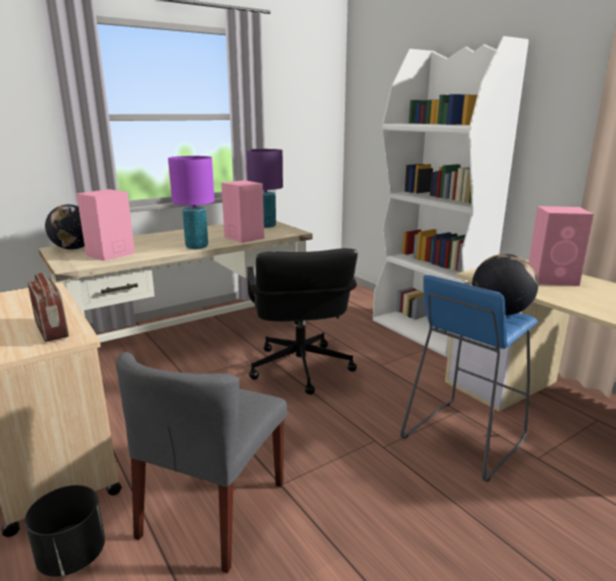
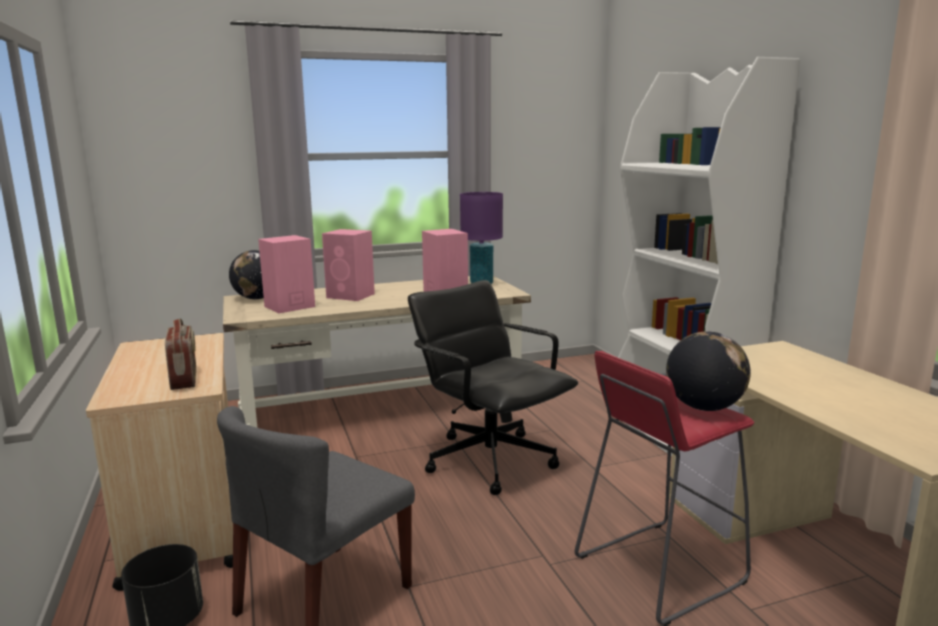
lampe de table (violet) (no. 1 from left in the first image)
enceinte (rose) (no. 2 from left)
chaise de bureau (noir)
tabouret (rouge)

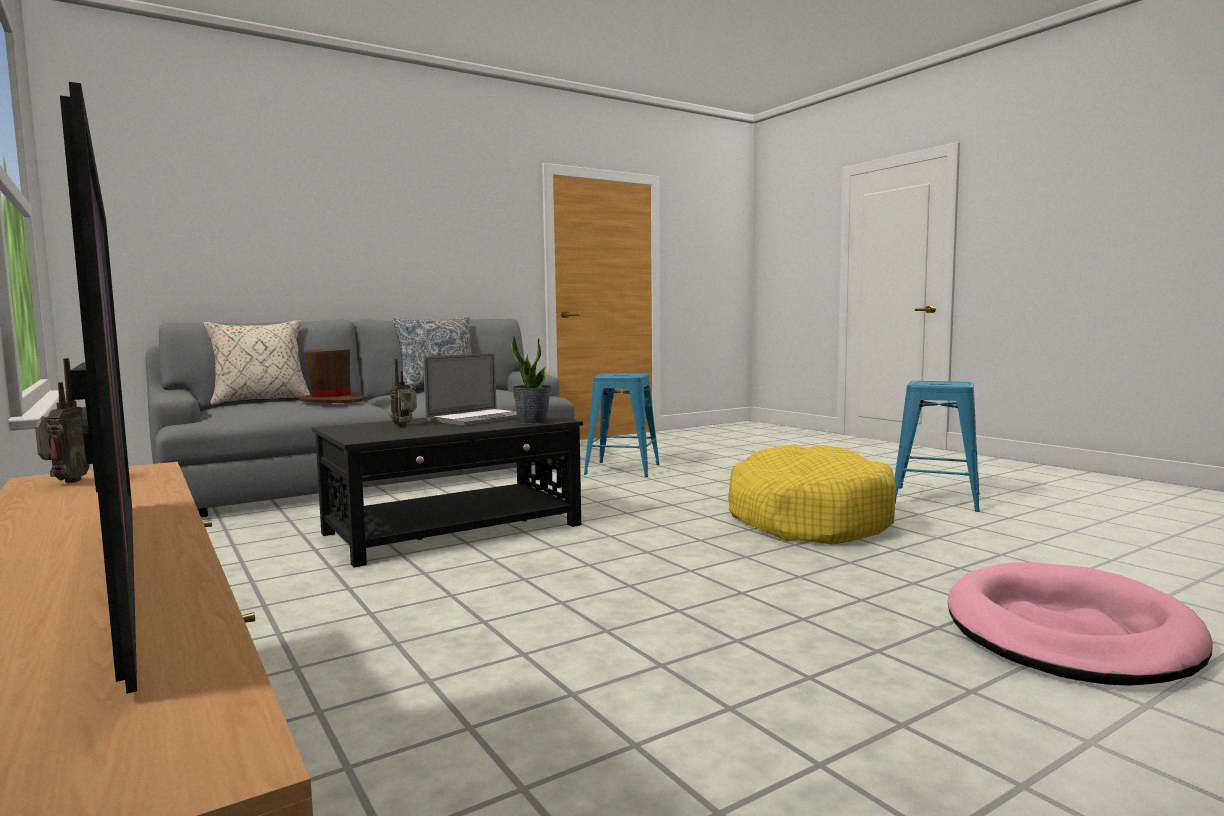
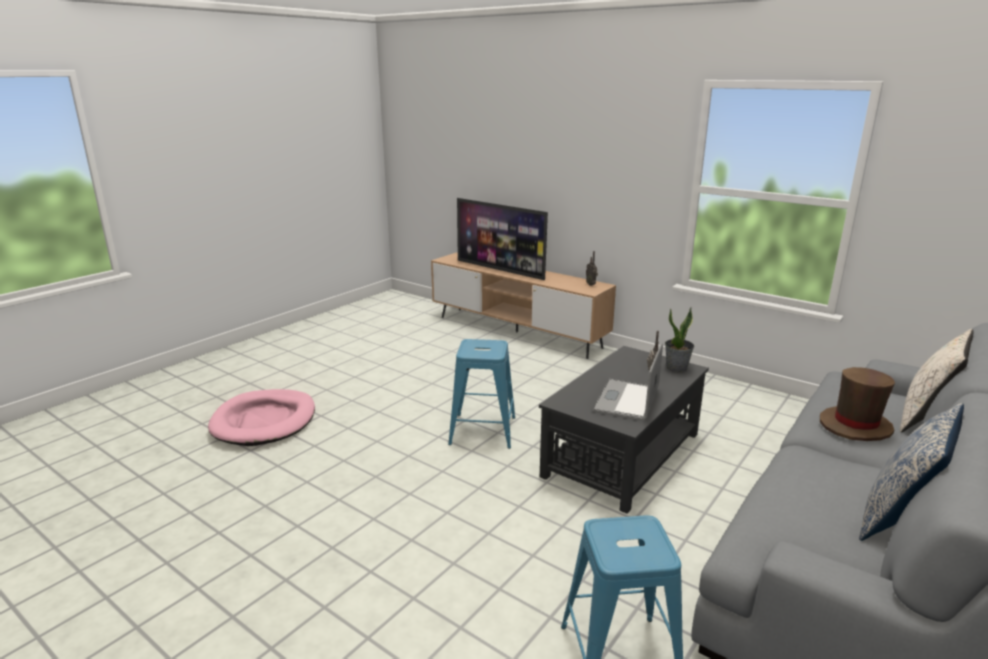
plante en pot
tabouret (bleu) (no. 1 from left)
panier pour chien (jaune)

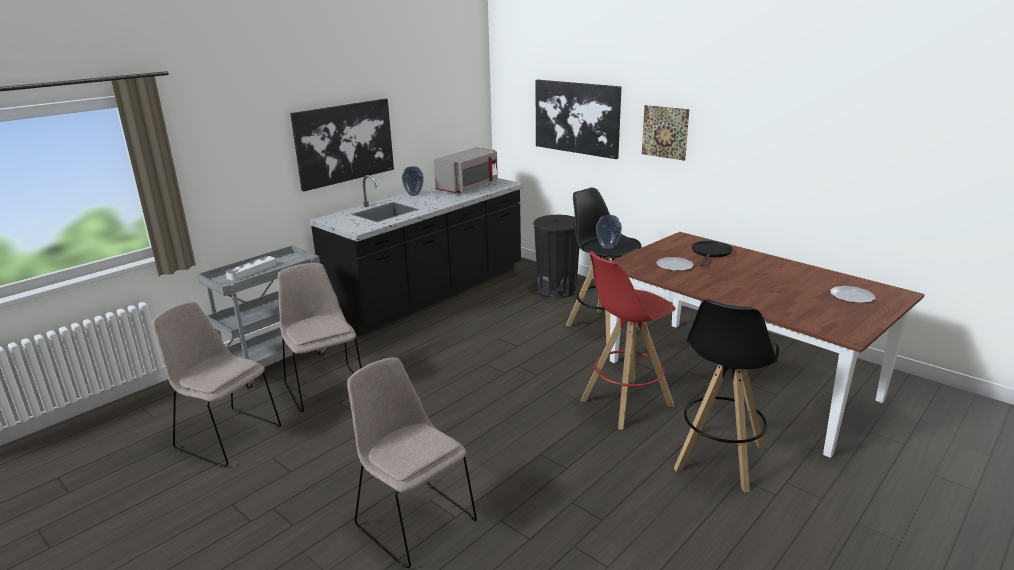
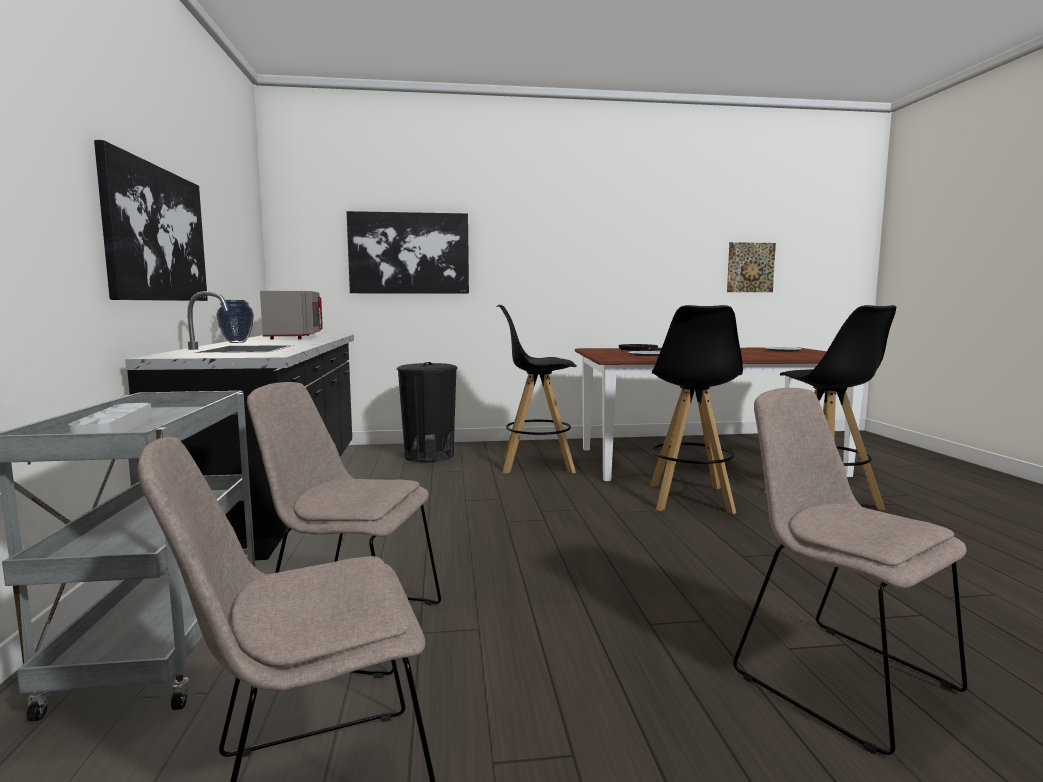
tableau (no. 3 from left)
vase (no. 2 from left in the first image)
tabouret (noir) (no. 2 from left)
chaise (beige) (no. 3 from left)

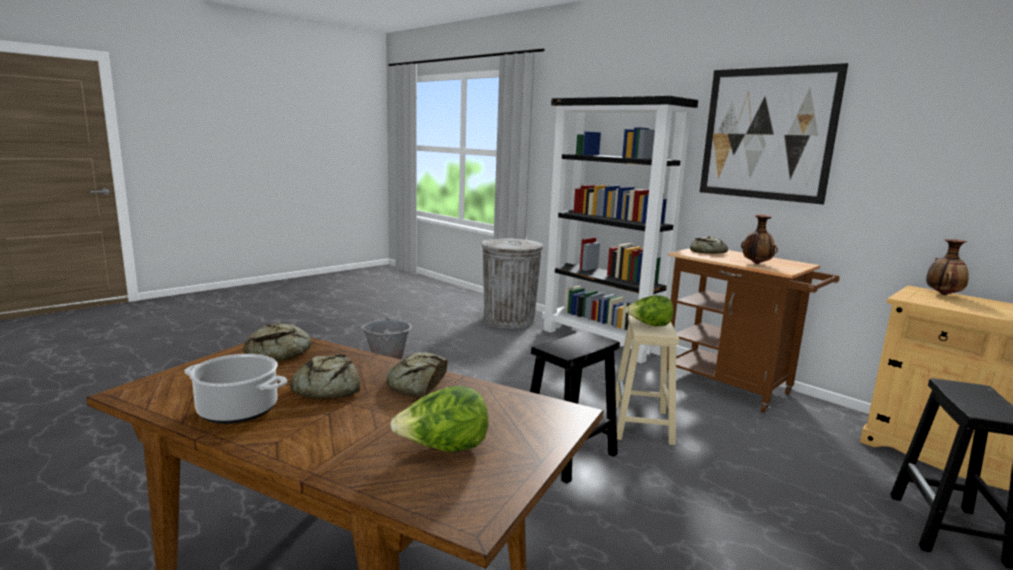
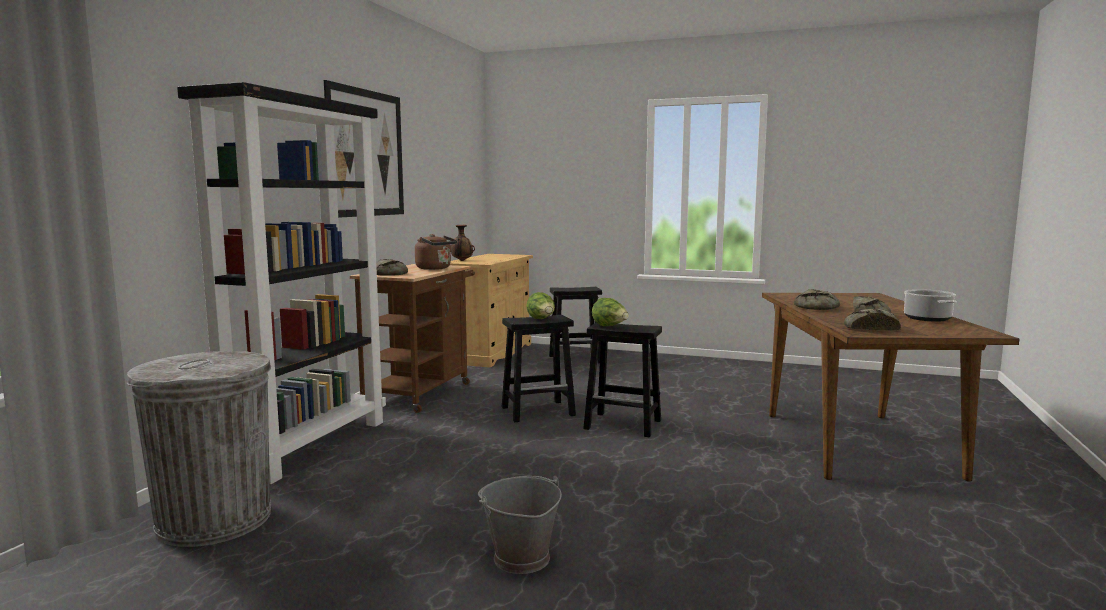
bouilloire (marron)
tabouret (noir) (no. 1 from left)
laitue (no. 2 from left)

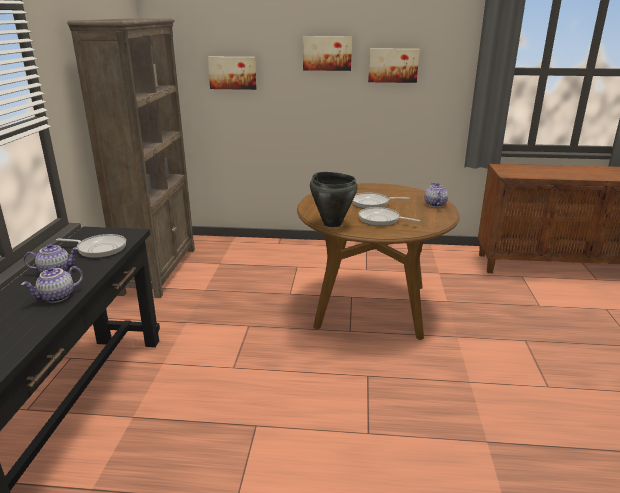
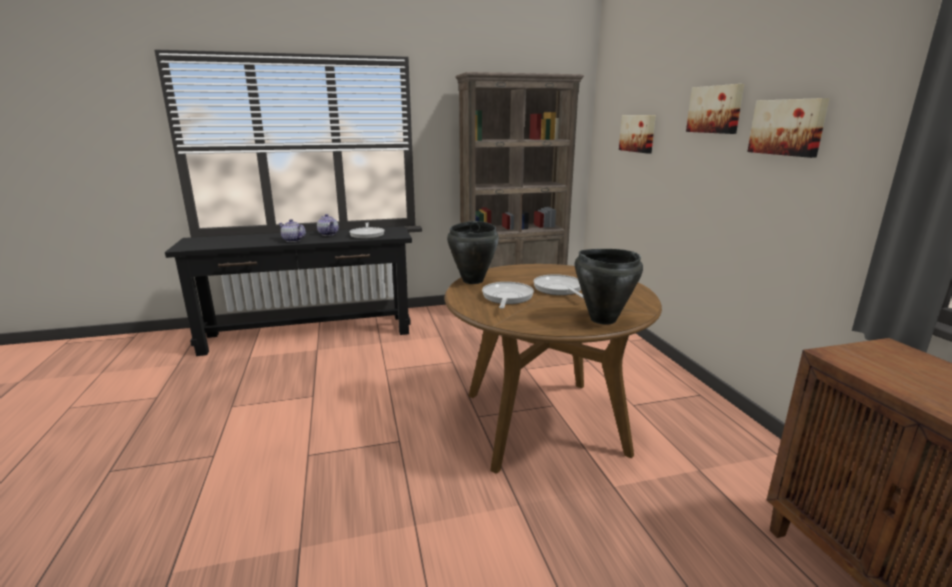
marmite (noir) (no. 2 from left)

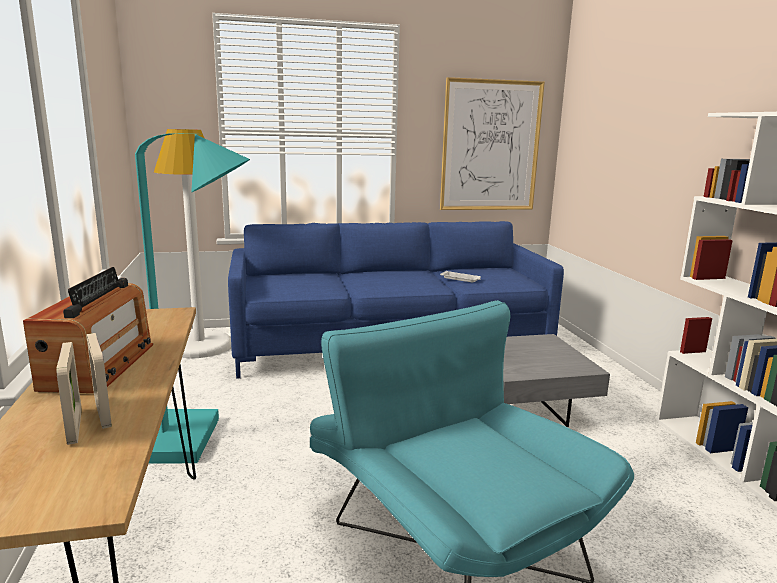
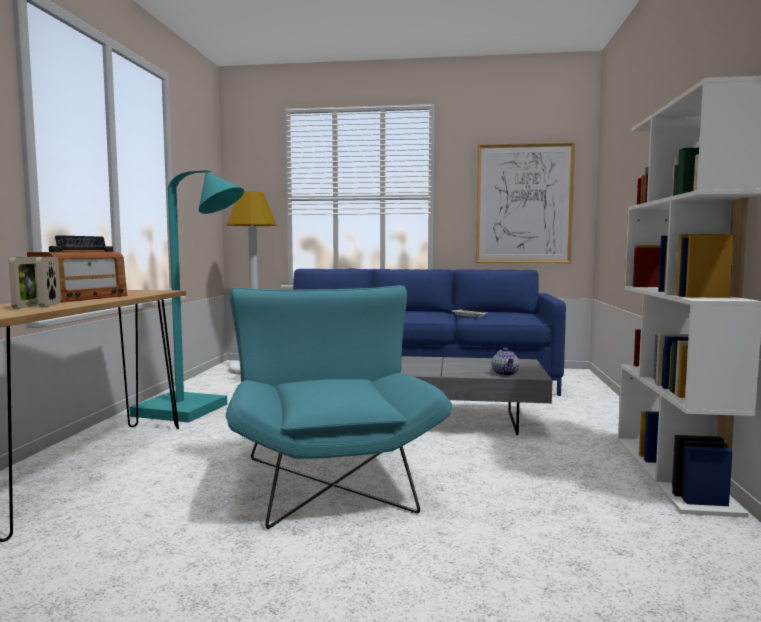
théière

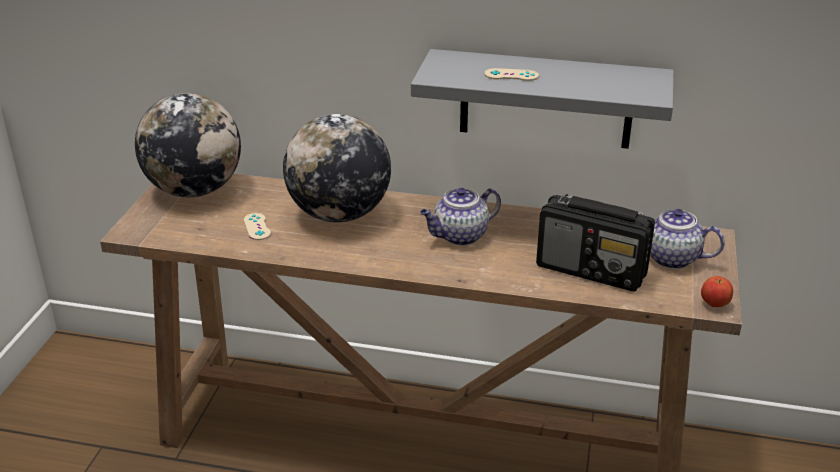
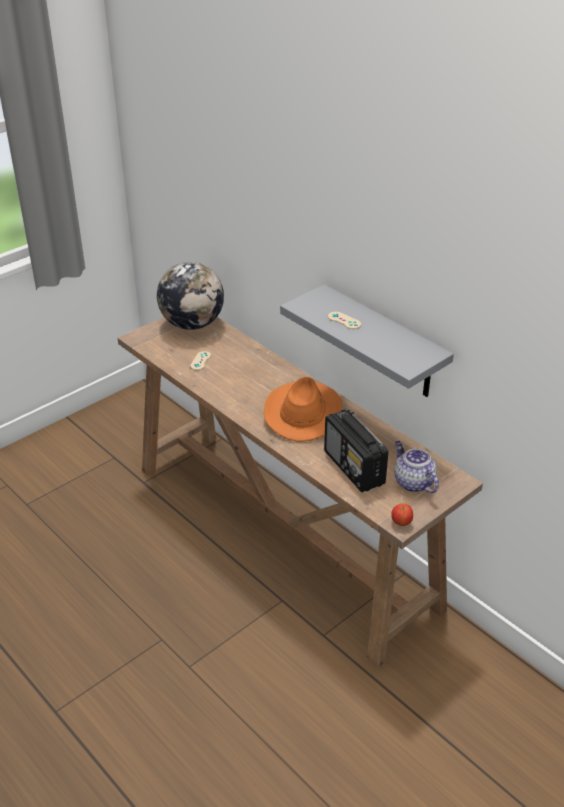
globe (no. 2 from left in the first image)
chapeau (orange)

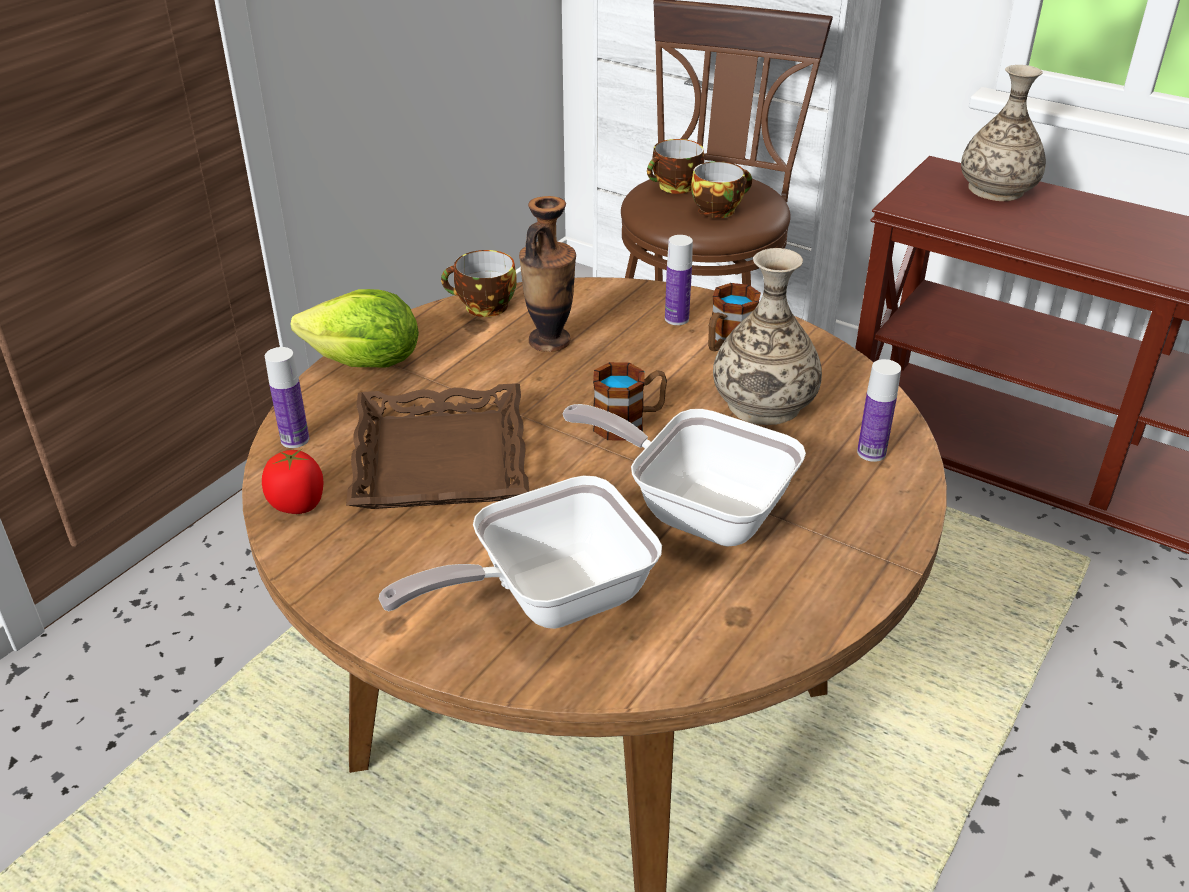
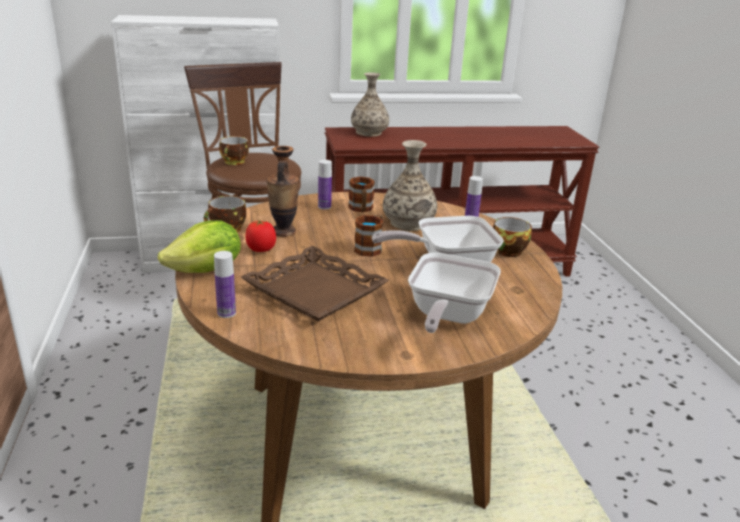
tasse (no. 3 from left)
tomate

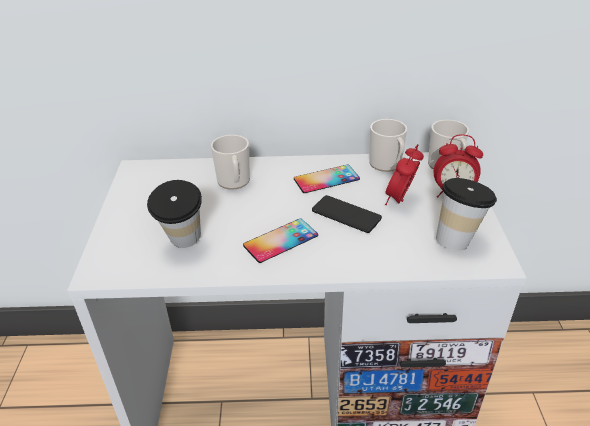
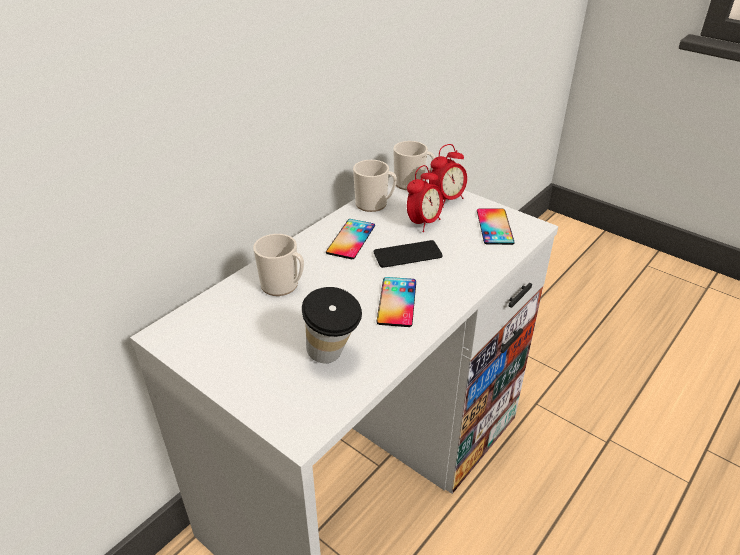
réveil (no. 1 from left)
téléphone (no. 4 from left)

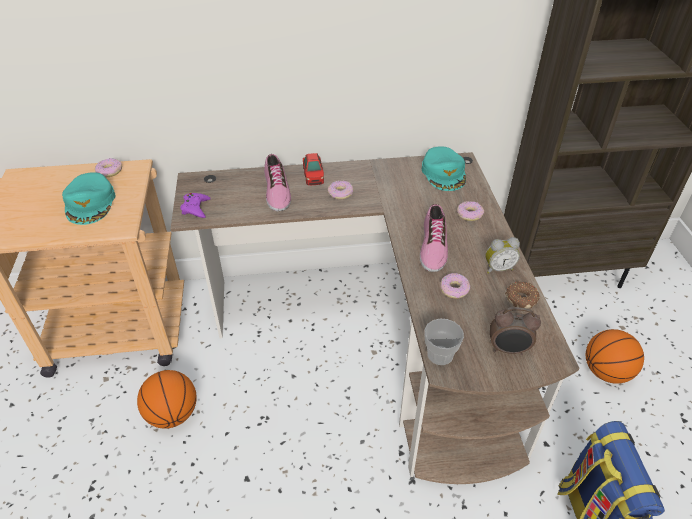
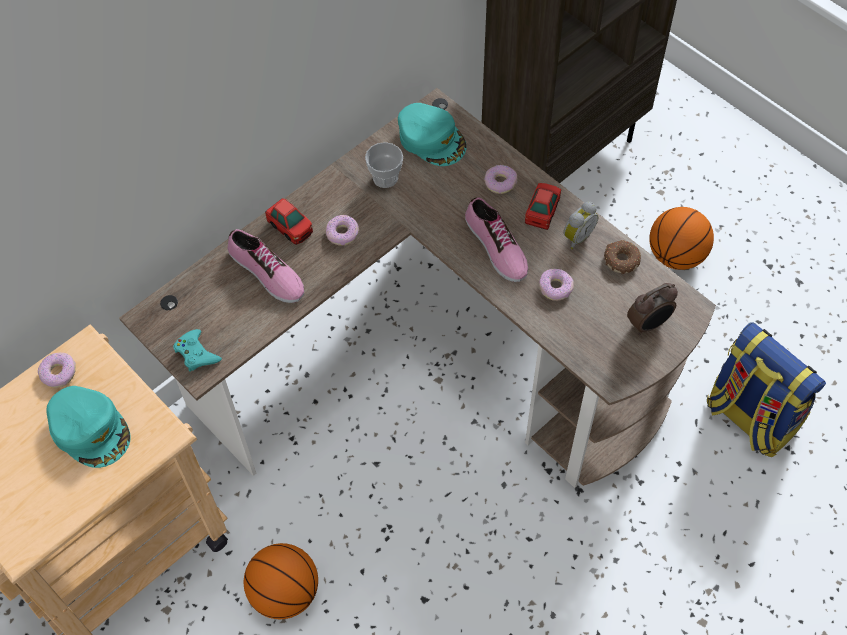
manette (turquoise)
tasse
petite voiture (no. 2 from left)

